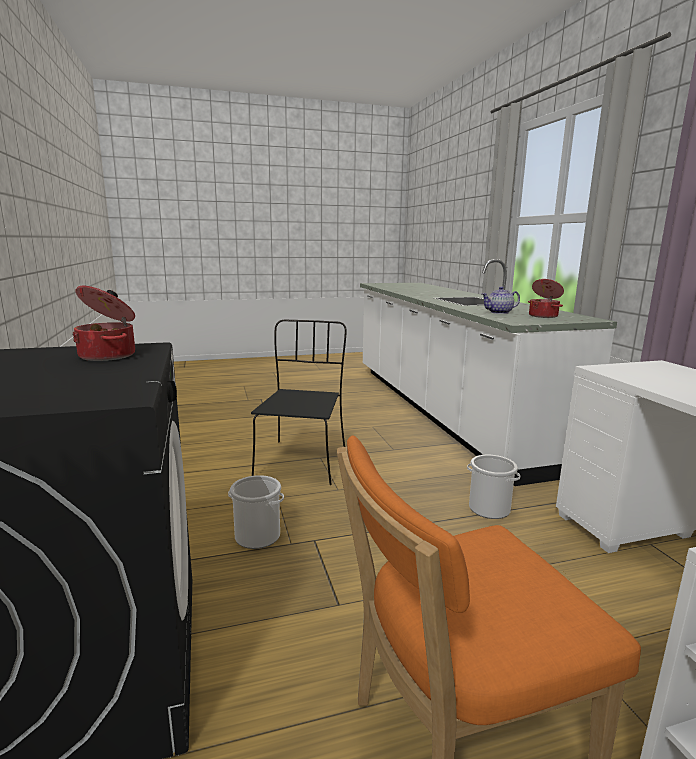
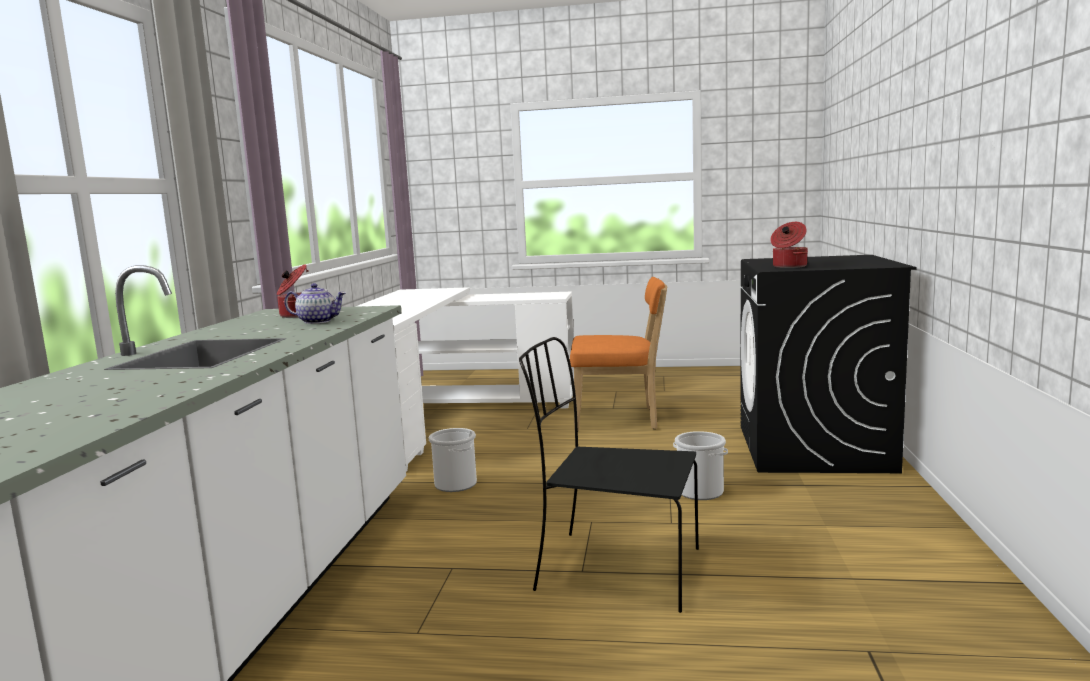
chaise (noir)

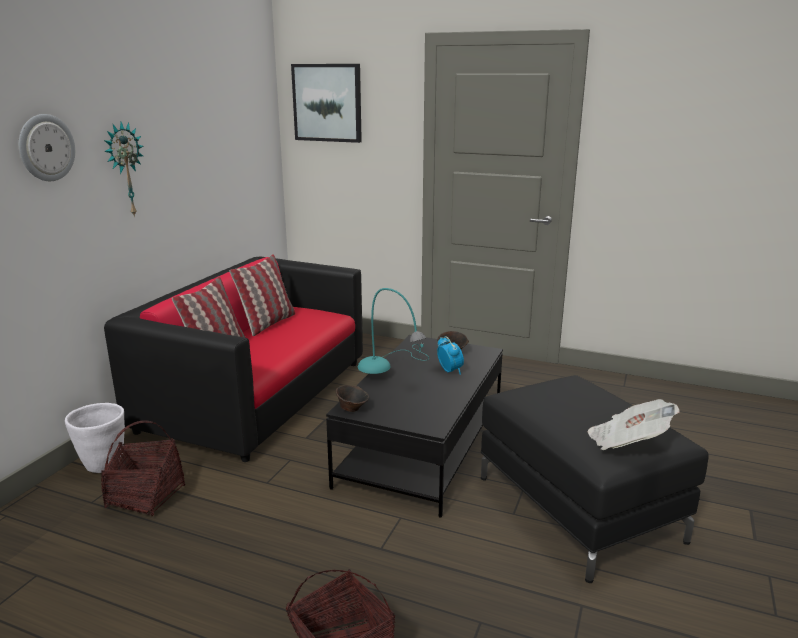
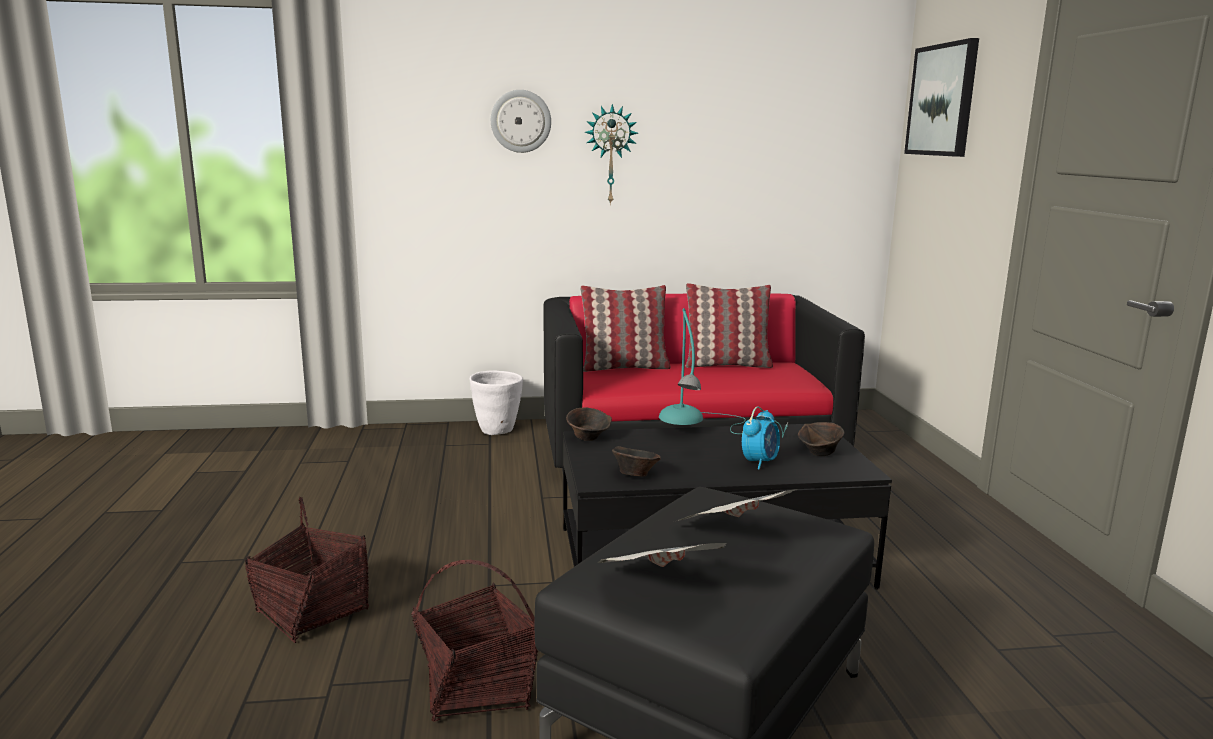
panier (no. 2 from left)
bol (marron) (no. 2 from left)
journal (no. 2 from left)

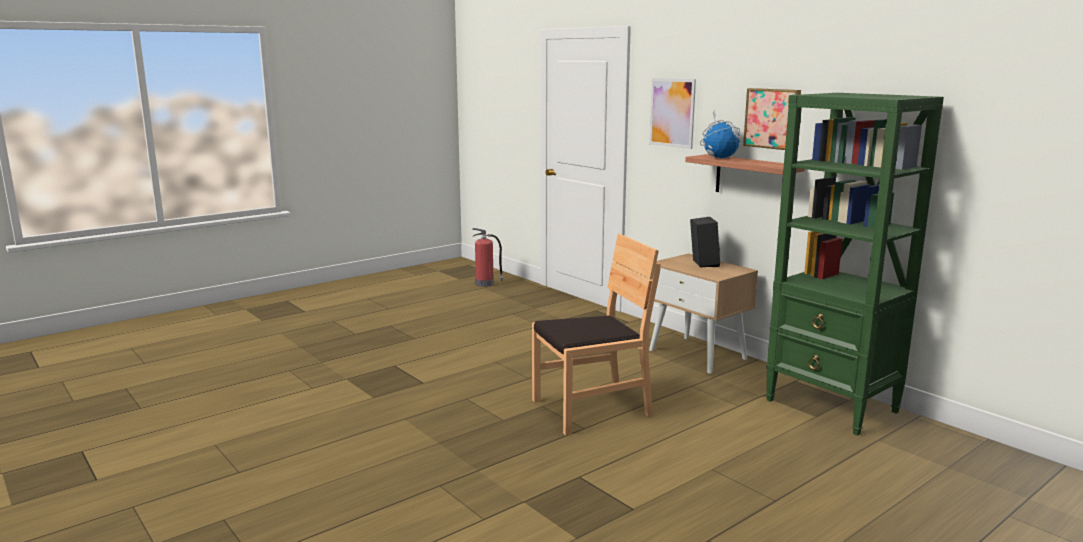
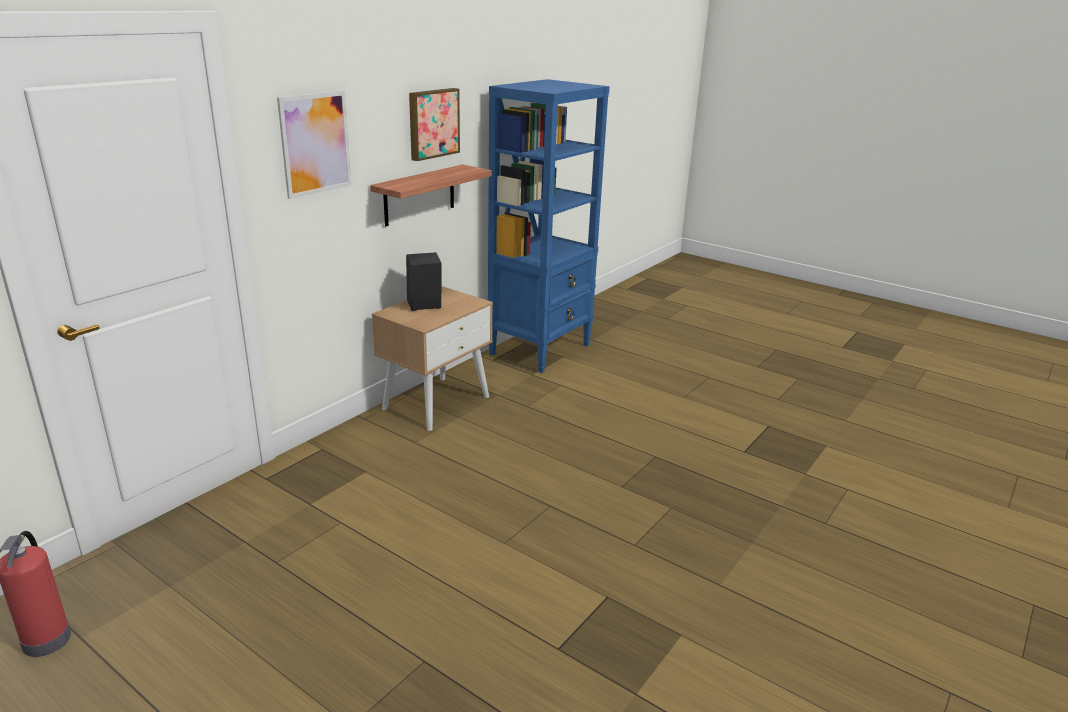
bibliothèque (bleu)
globe
chaise (marron)

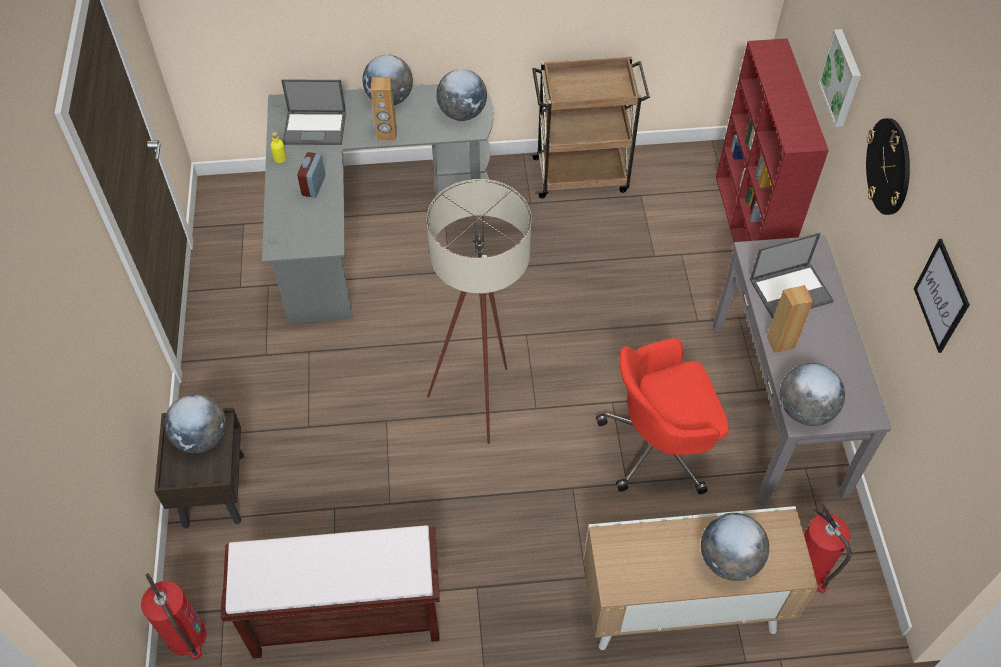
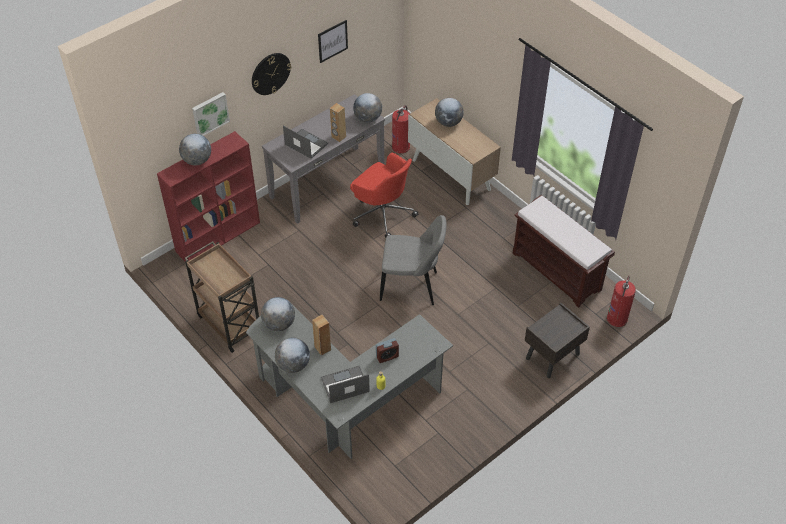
ordinateur portable (no. 2 from left)
chaise (gris)
globe (no. 1 from left)

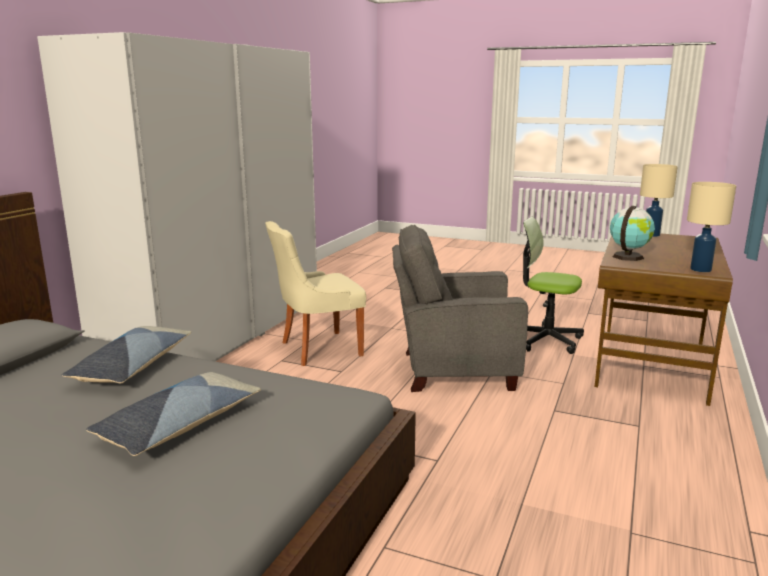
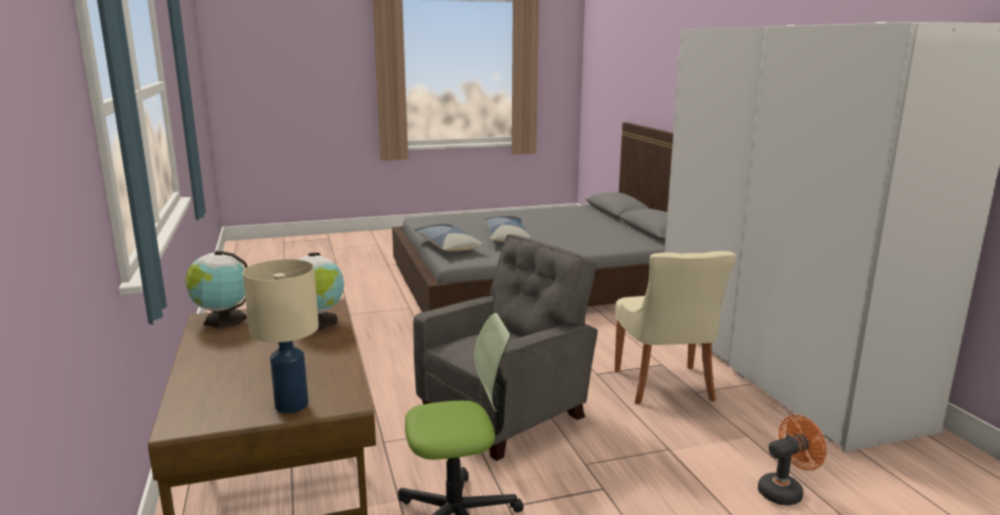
globe (no. 1 from left)
chaise (beige)
coussin (no. 1 from left)
ventilateur (orange)

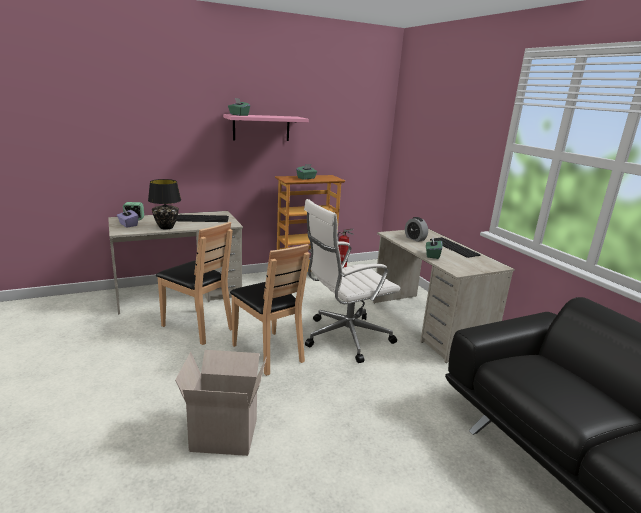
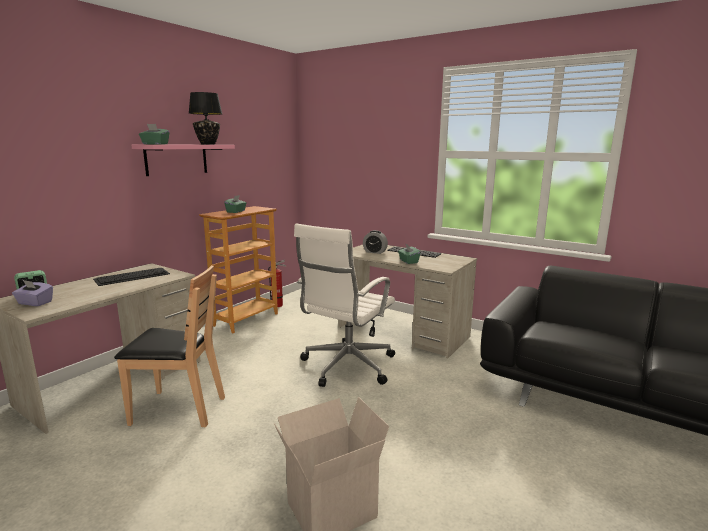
lampe de table (noir)
chaise (marron) (no. 2 from left in the first image)

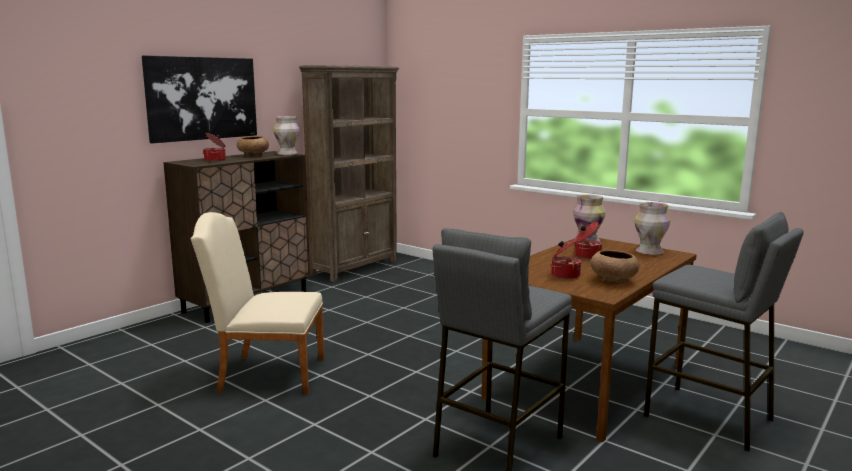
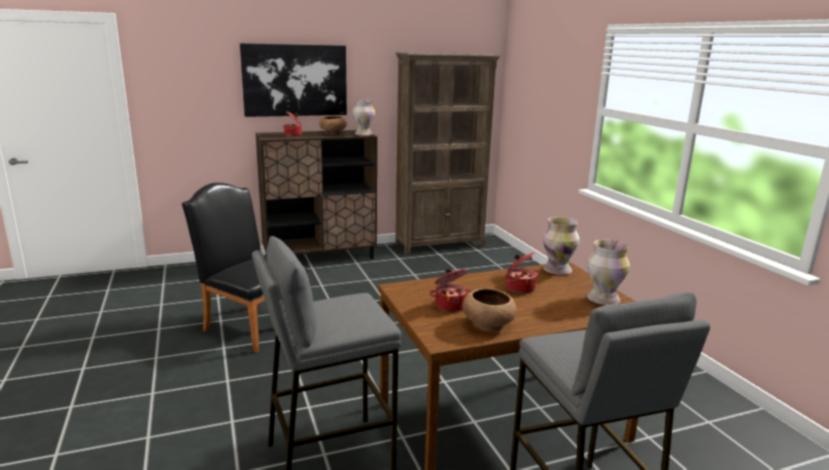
chaise (noir)

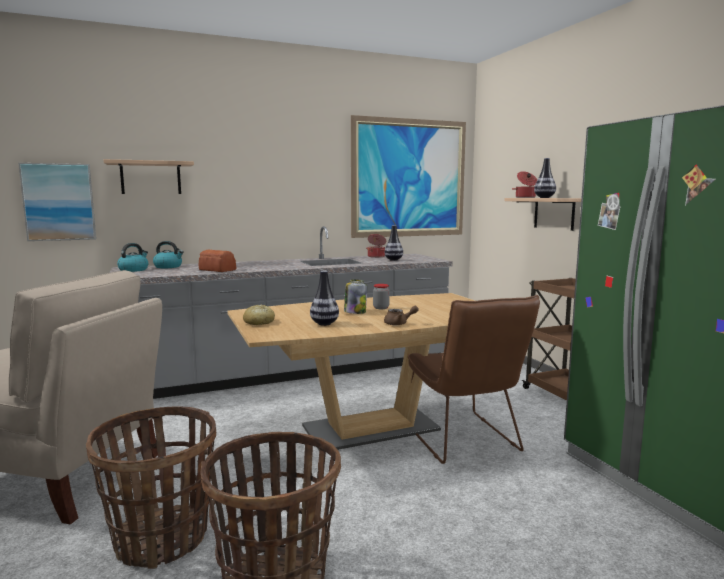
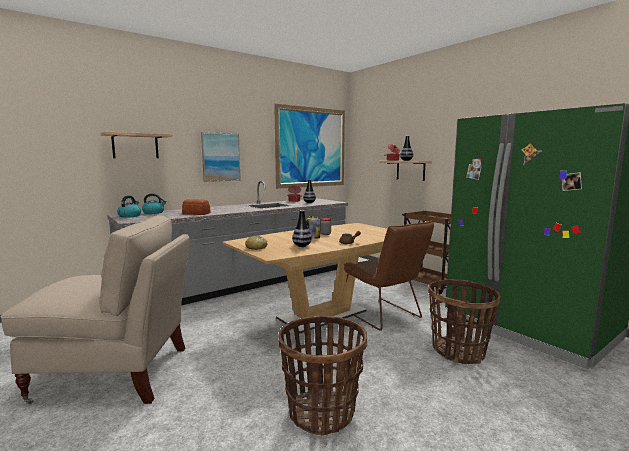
tableau (no. 1 from left)
panier (no. 2 from left)

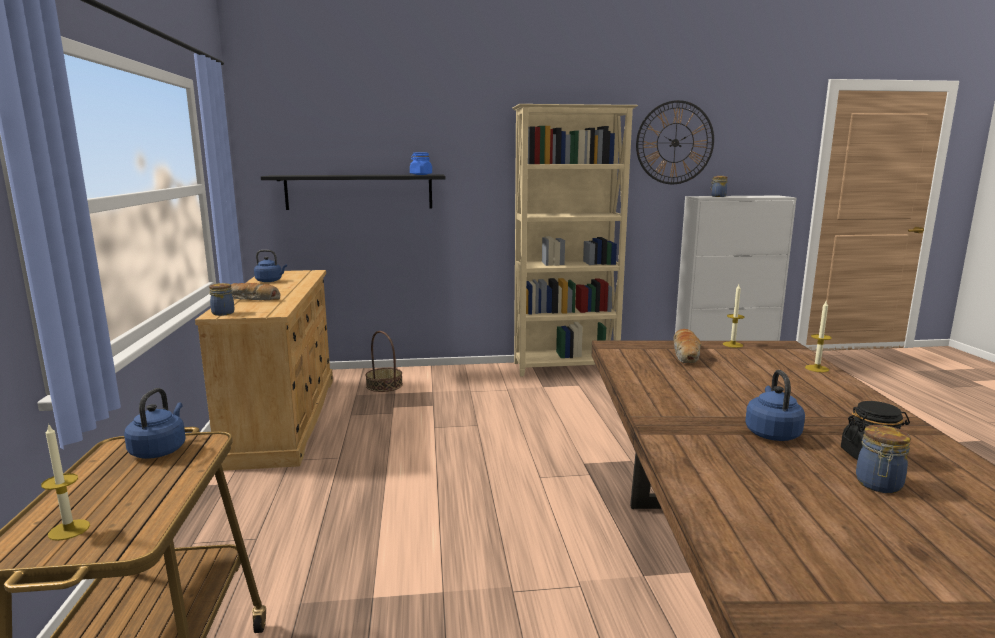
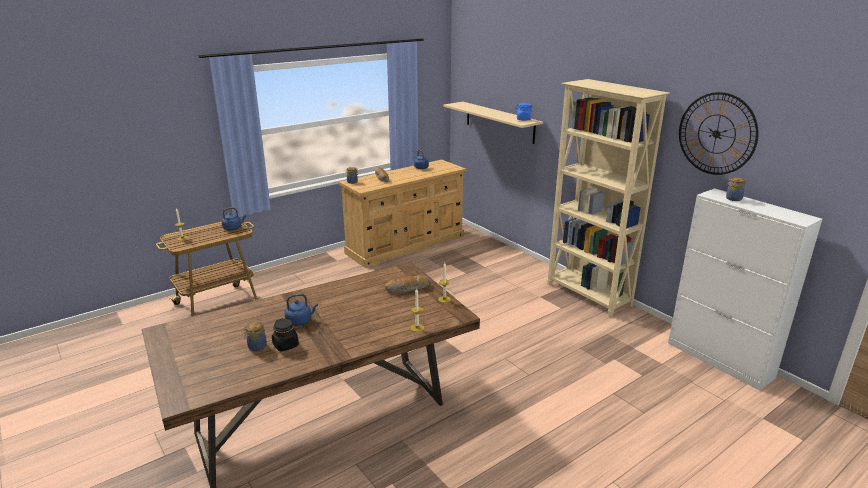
étagère (beige)
panier

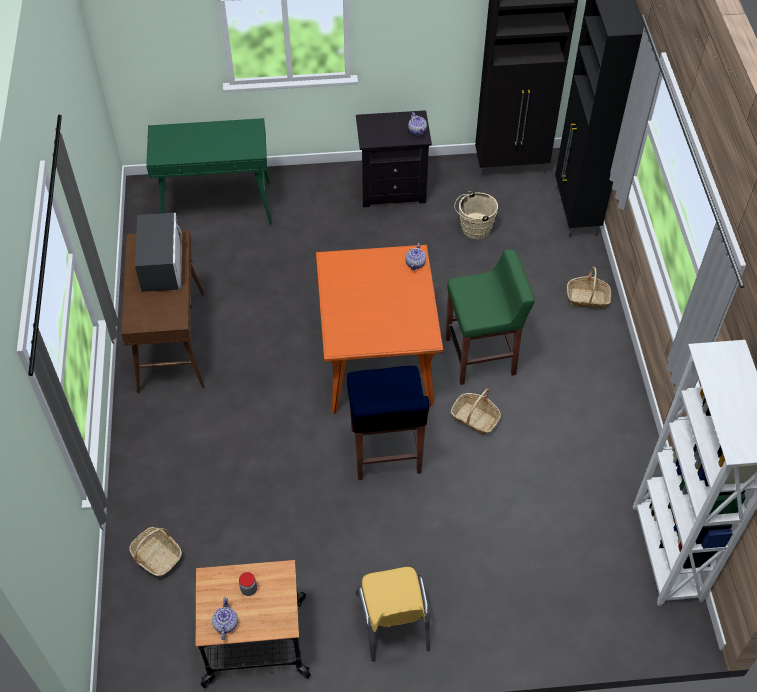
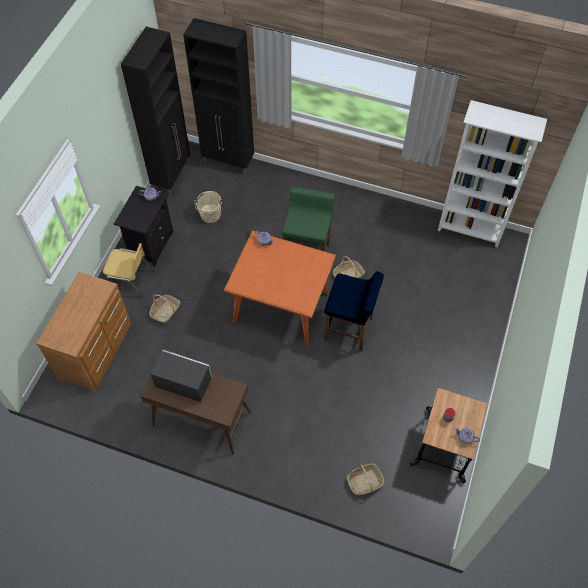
commode (marron)
panier (no. 1 from left)
chaise (jaune)

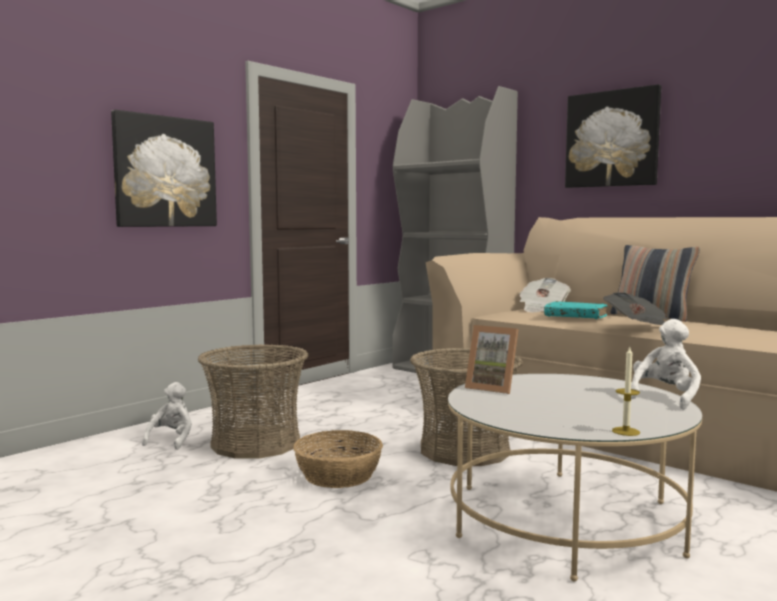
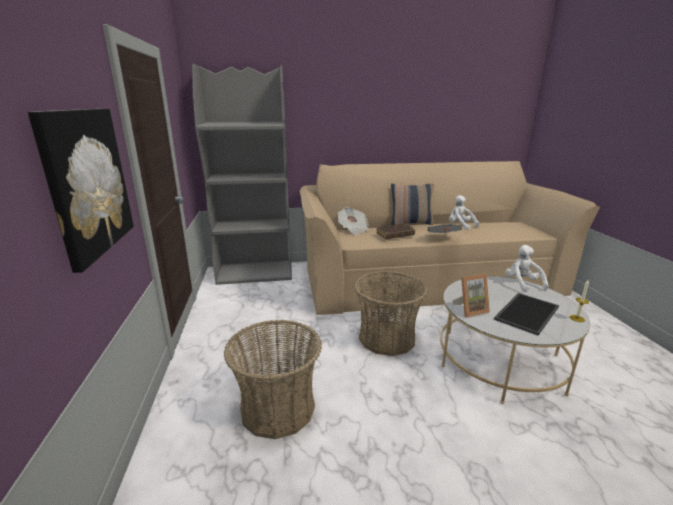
tableau (no. 2 from left in the first image)
livre (marron)
peluche (blanc) (no. 1 from left)
panier (no. 2 from left in the first image)
plateau

